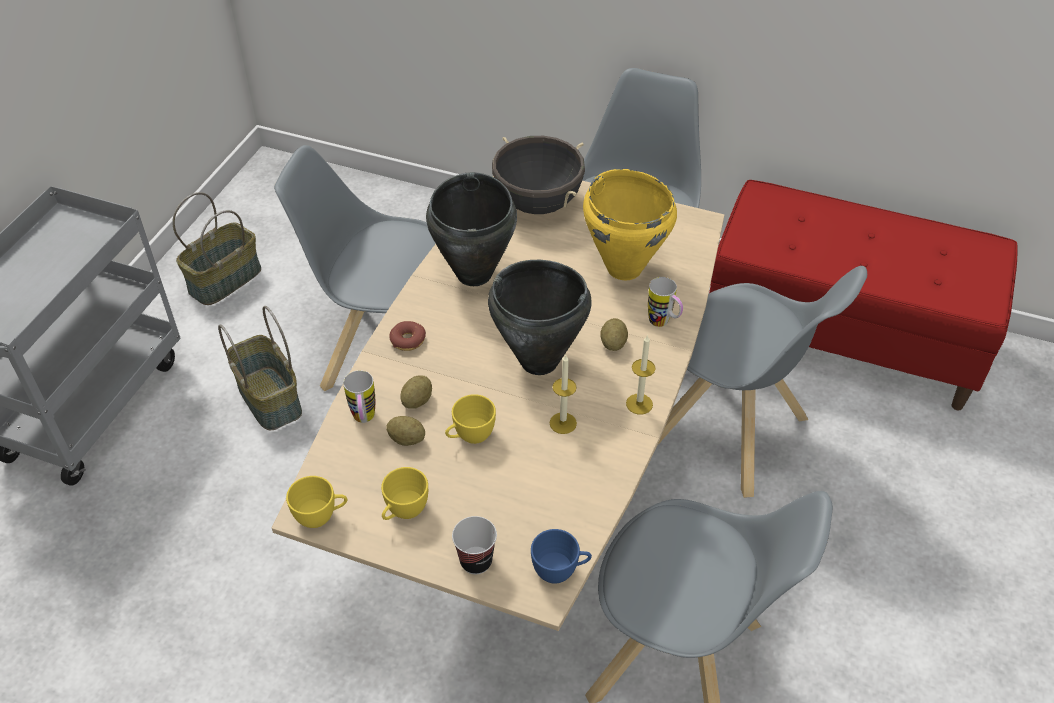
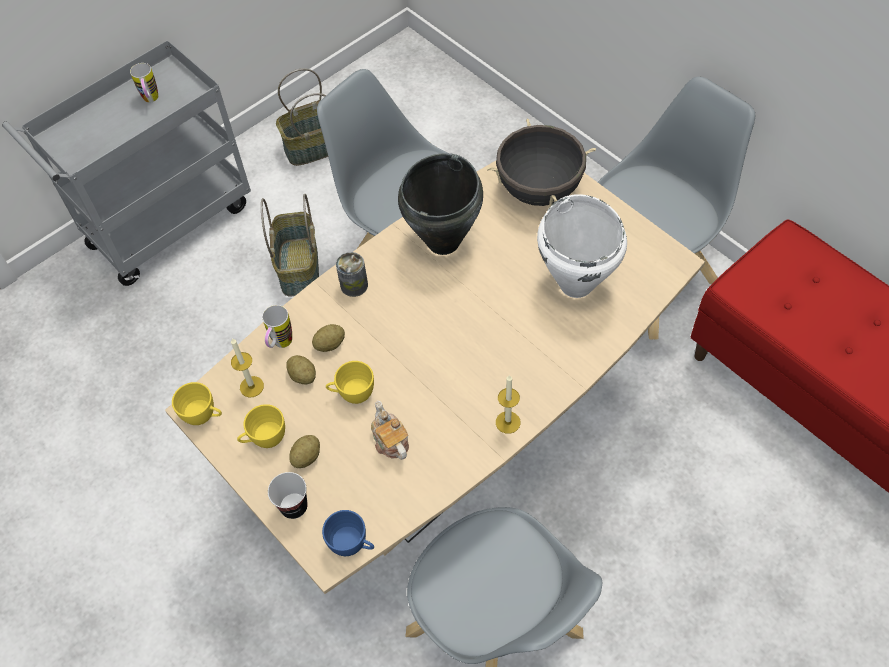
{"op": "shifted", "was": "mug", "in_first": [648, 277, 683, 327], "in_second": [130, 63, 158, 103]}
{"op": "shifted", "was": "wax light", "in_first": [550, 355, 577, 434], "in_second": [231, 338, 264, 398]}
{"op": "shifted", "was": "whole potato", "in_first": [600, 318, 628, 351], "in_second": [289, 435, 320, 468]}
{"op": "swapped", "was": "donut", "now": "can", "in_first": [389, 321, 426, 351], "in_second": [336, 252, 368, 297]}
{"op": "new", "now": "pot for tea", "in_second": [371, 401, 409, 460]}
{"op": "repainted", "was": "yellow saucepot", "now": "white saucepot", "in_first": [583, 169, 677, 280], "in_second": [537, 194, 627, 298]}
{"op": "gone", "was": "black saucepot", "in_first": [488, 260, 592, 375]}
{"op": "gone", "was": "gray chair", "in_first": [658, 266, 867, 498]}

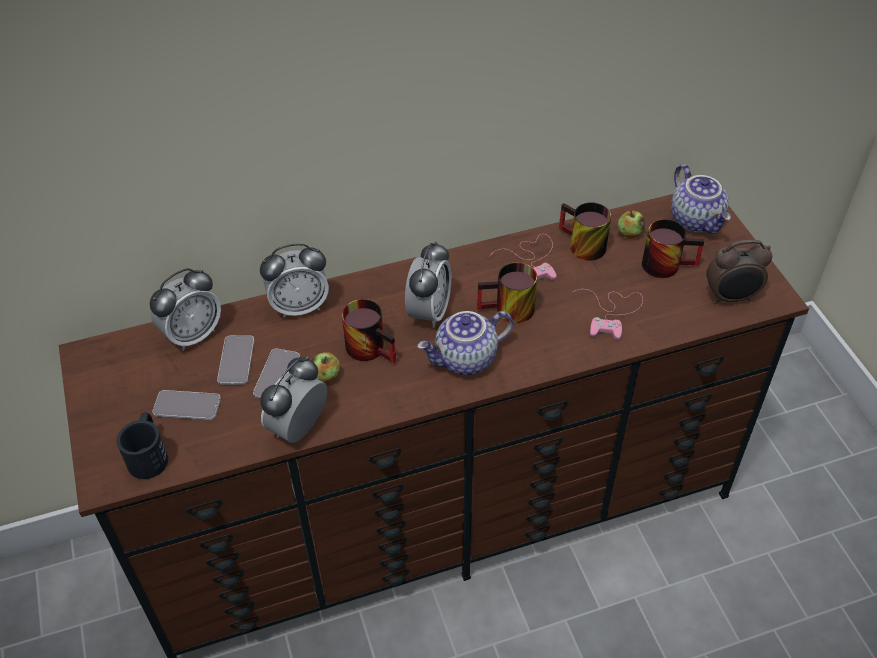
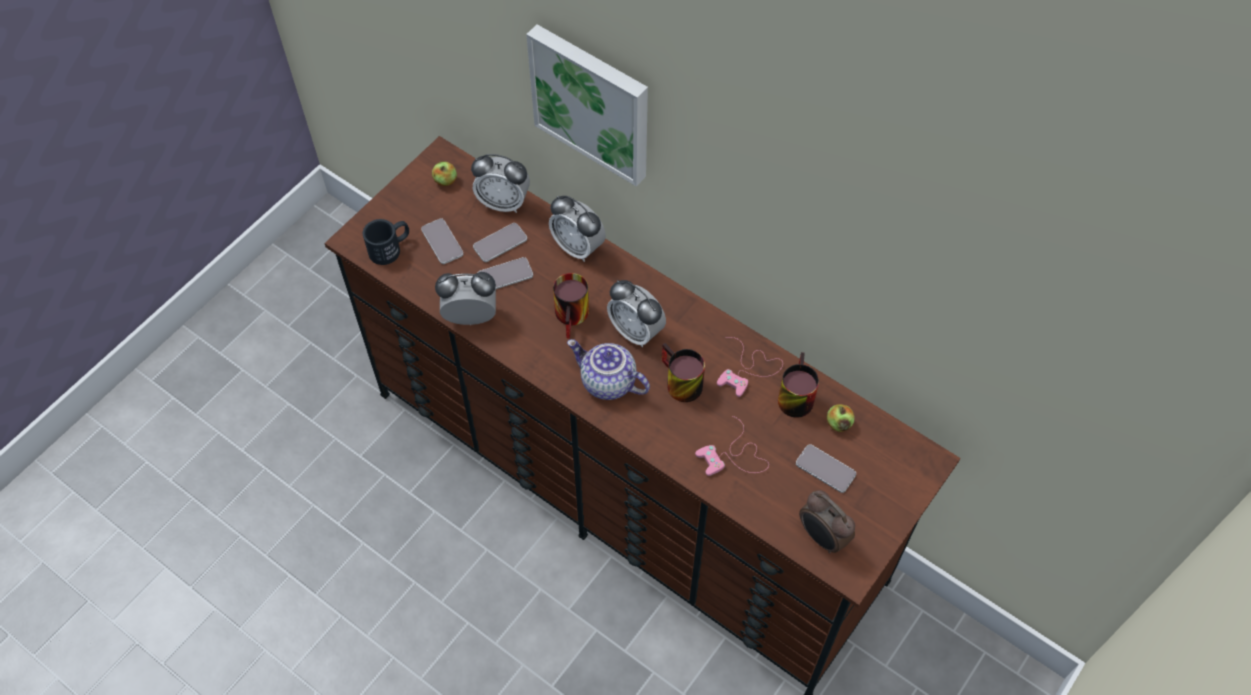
{"op": "shifted", "was": "whole apple", "in_first": [311, 352, 340, 383], "in_second": [432, 161, 457, 186]}
{"op": "new", "now": "picture", "in_second": [526, 24, 648, 186]}
{"op": "rotated", "was": "table clock", "in_first": [405, 241, 451, 328], "in_second": [607, 280, 666, 347], "clockwise": 60}
{"op": "swapped", "was": "mug", "now": "phone", "in_first": [642, 219, 704, 278], "in_second": [796, 444, 856, 493]}
{"op": "gone", "was": "pot for tea", "in_first": [671, 164, 731, 234]}

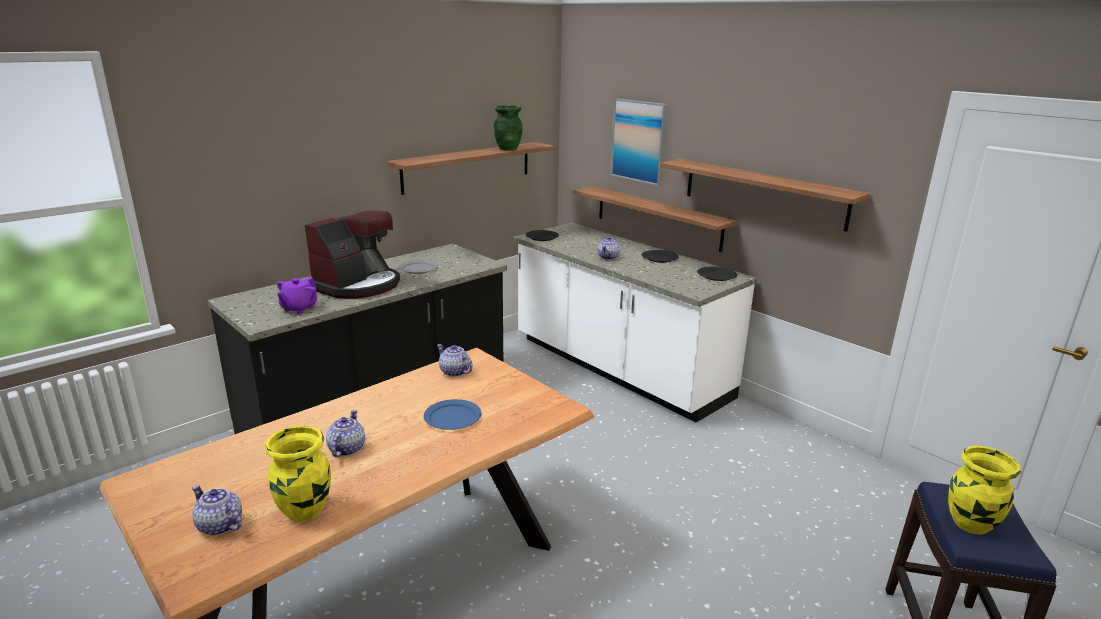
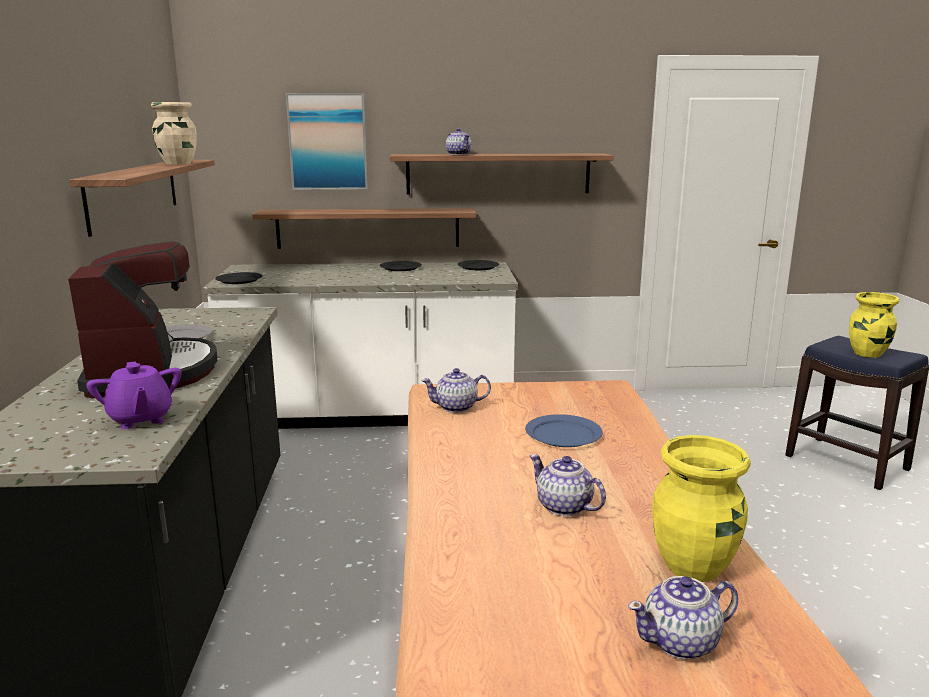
{"op": "repainted", "was": "green flower vase", "now": "beige flower vase", "in_first": [494, 105, 523, 151], "in_second": [151, 102, 197, 165]}
{"op": "shifted", "was": "pot for tea", "in_first": [598, 237, 620, 260], "in_second": [446, 128, 472, 155]}

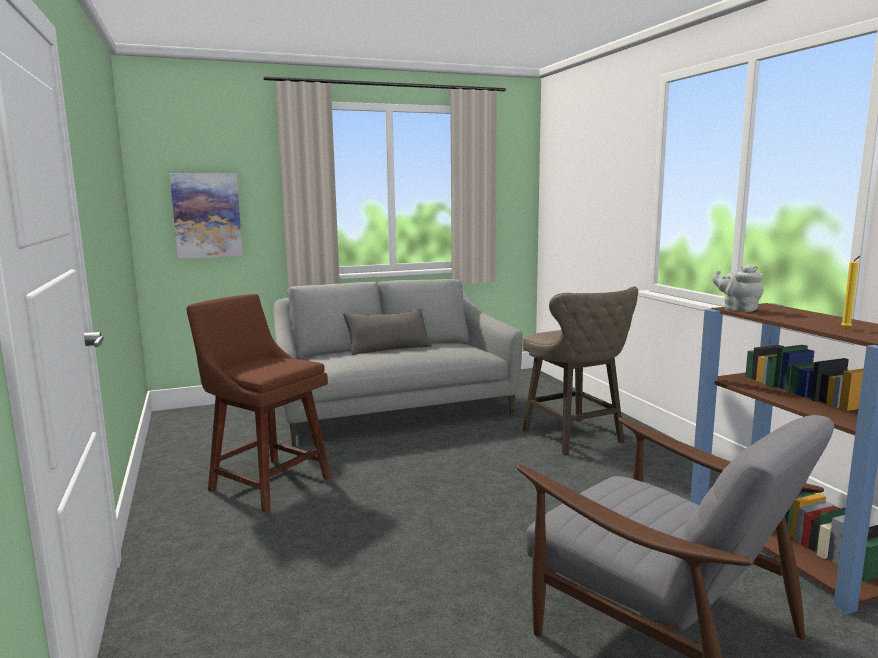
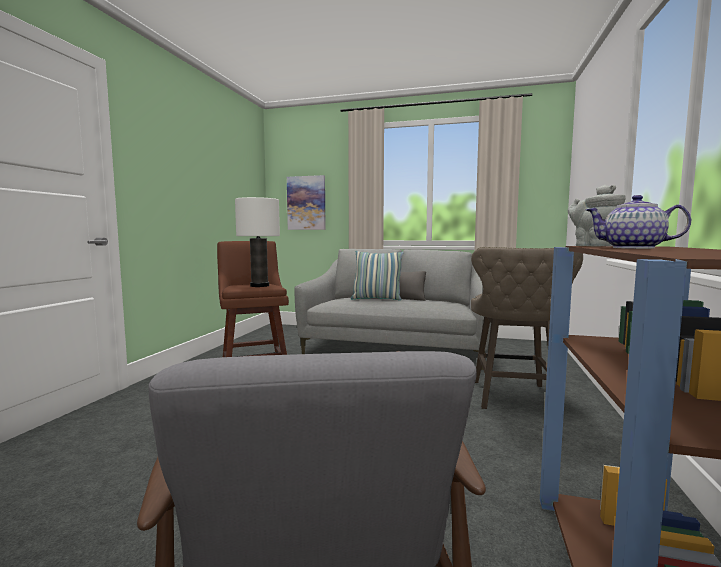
{"op": "new", "now": "white tabletop lamp", "in_second": [235, 197, 280, 287]}
{"op": "new", "now": "throw pillow", "in_second": [351, 251, 404, 300]}
{"op": "new", "now": "pot for tea", "in_second": [586, 195, 691, 249]}
{"op": "gone", "was": "yellow wax light", "in_first": [841, 255, 861, 329]}

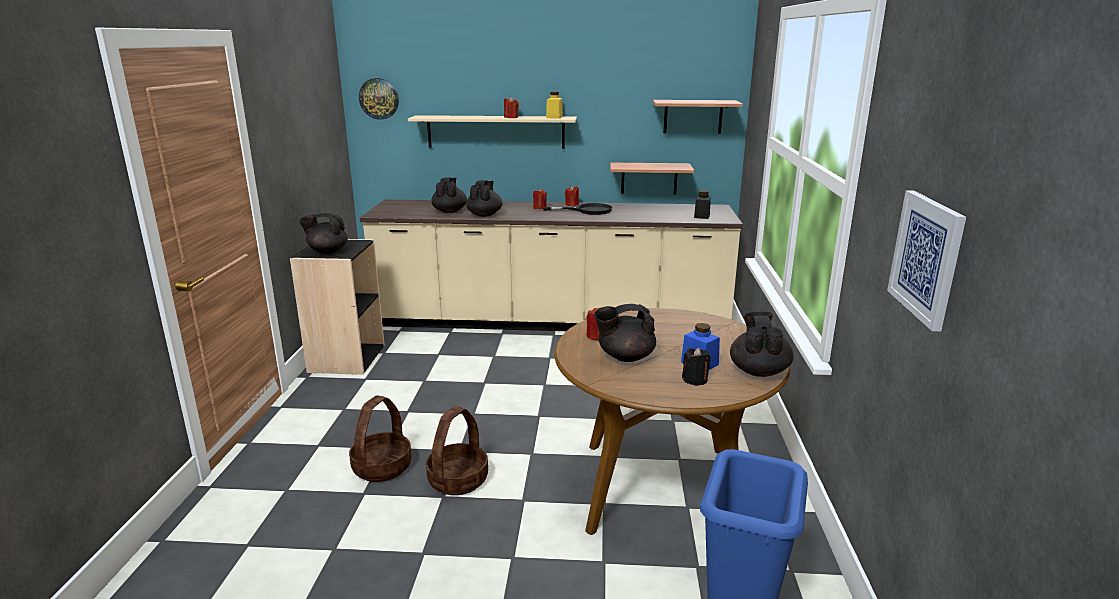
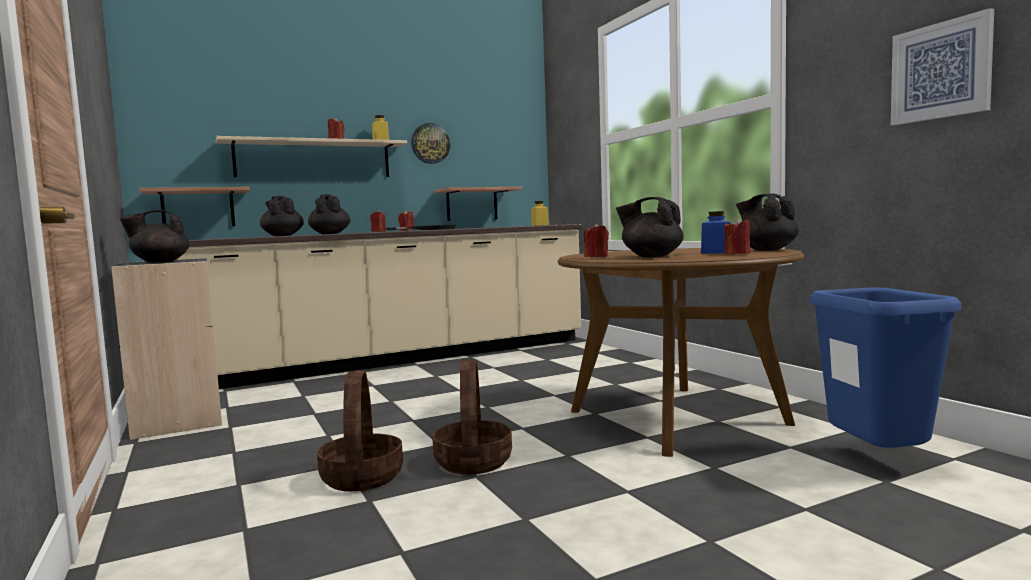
{"op": "shifted", "was": "wall shelf", "in_first": [653, 100, 743, 134], "in_second": [139, 187, 250, 226]}
{"op": "shifted", "was": "clock on the wall", "in_first": [359, 78, 399, 120], "in_second": [411, 123, 450, 164]}
{"op": "repainted", "was": "black jar", "now": "yellow jar", "in_first": [694, 191, 711, 219], "in_second": [531, 201, 549, 226]}
{"op": "rotated", "was": "black pot for tea", "in_first": [594, 304, 656, 362], "in_second": [616, 197, 684, 257], "clockwise": 75}
{"op": "repainted", "was": "black wax light", "now": "red wax light", "in_first": [682, 348, 711, 386], "in_second": [724, 218, 750, 254]}

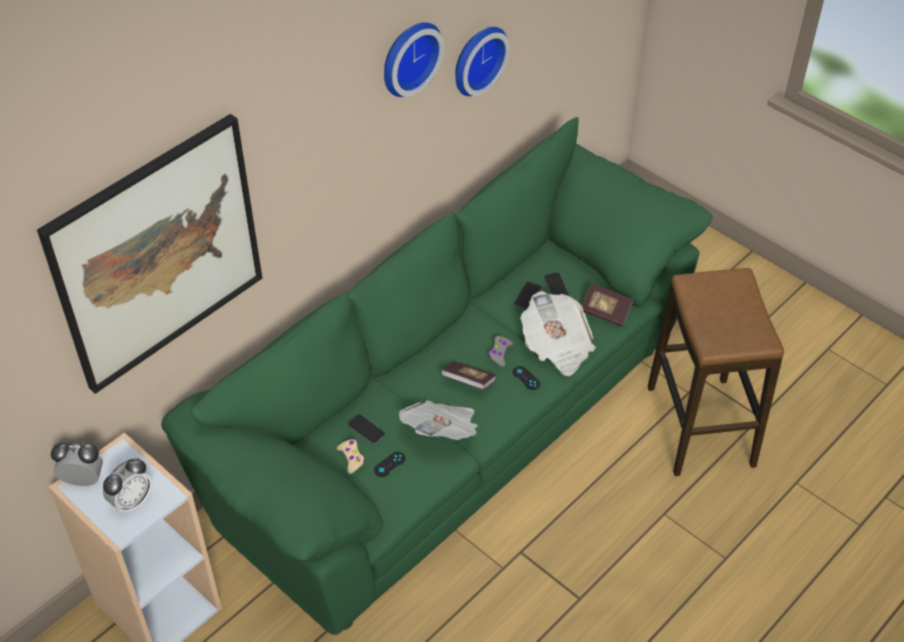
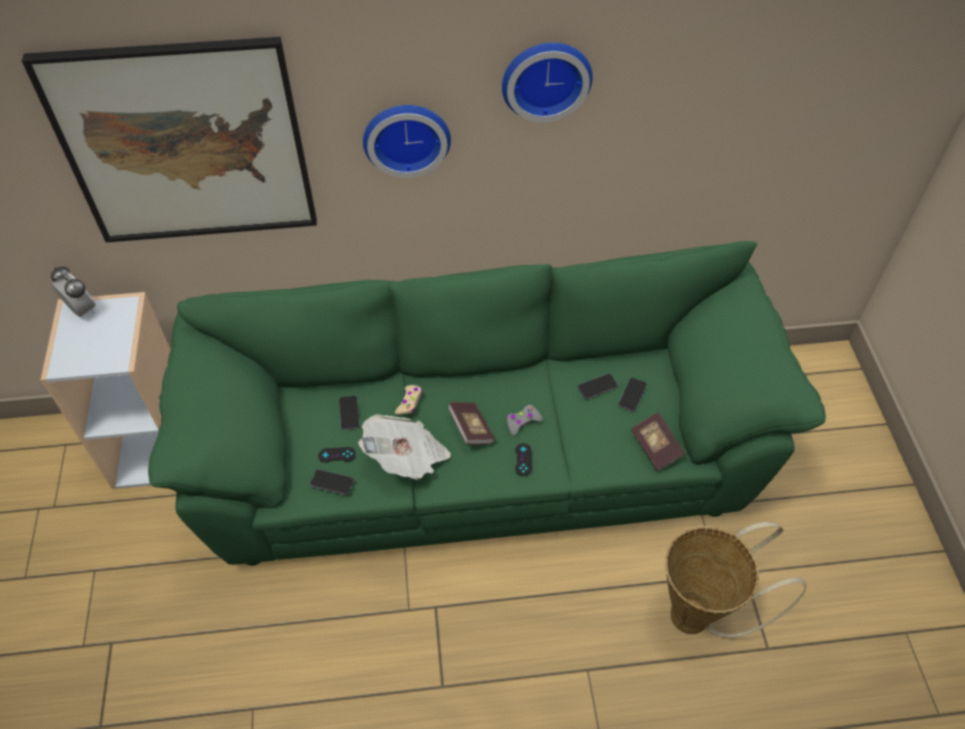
{"op": "new", "now": "phone", "in_second": [310, 469, 354, 495]}
{"op": "shifted", "was": "clock on the wall", "in_first": [455, 27, 510, 96], "in_second": [363, 105, 451, 178]}
{"op": "shifted", "was": "beige joypad", "in_first": [337, 439, 365, 474], "in_second": [395, 385, 422, 415]}
{"op": "swapped", "was": "stool", "now": "storage basket", "in_first": [648, 268, 784, 476], "in_second": [665, 522, 806, 638]}
{"op": "gone", "was": "table clock", "in_first": [103, 458, 153, 515]}
{"op": "gone", "was": "daily paper", "in_first": [520, 291, 596, 376]}

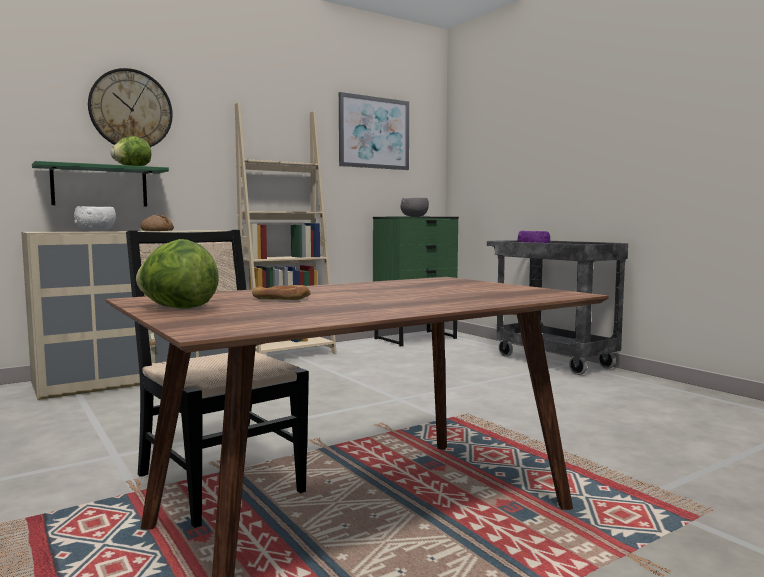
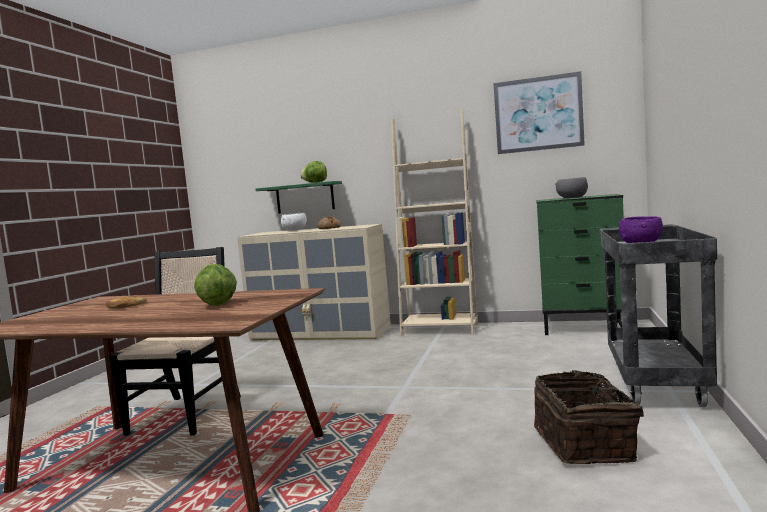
{"op": "shifted", "was": "lettuce", "in_first": [136, 239, 219, 309], "in_second": [194, 264, 237, 306]}
{"op": "new", "now": "storage basket", "in_second": [534, 370, 644, 464]}
{"op": "gone", "was": "clock on the wall", "in_first": [88, 68, 173, 147]}

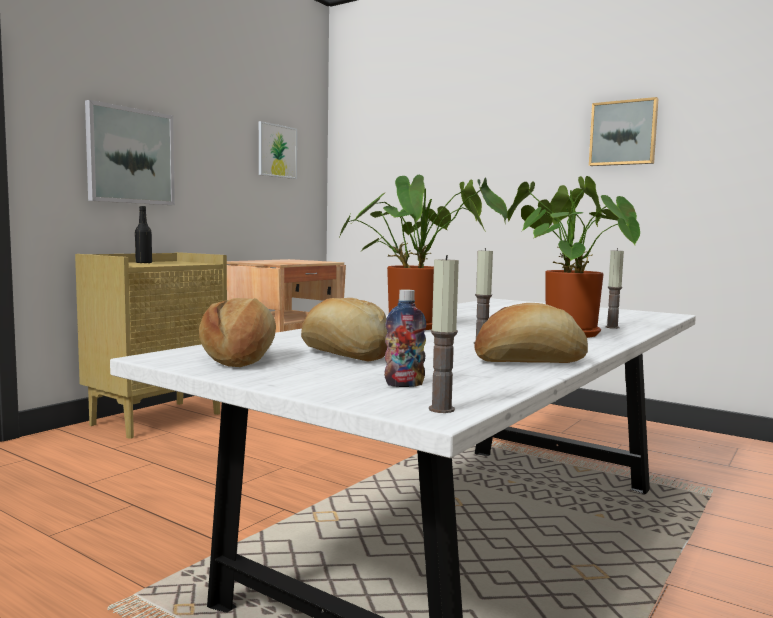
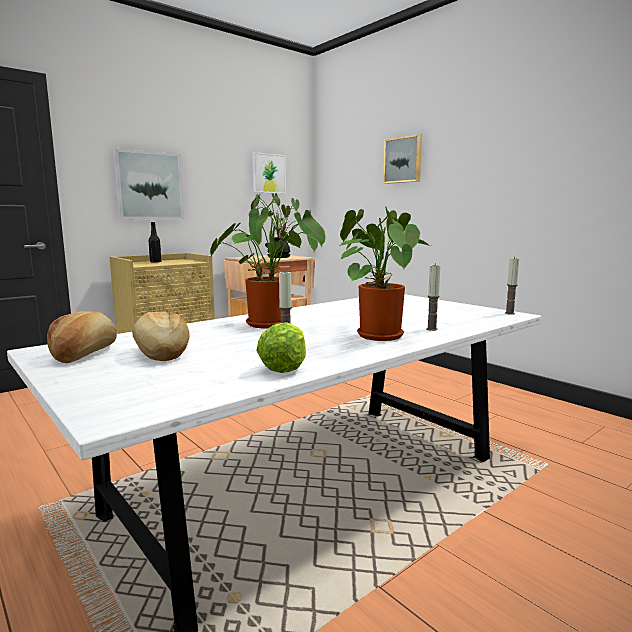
{"op": "new", "now": "plant in a pot", "in_second": [251, 193, 300, 258]}
{"op": "swapped", "was": "bread", "now": "lettuce", "in_first": [474, 303, 588, 363], "in_second": [257, 322, 306, 373]}
{"op": "shifted", "was": "picture", "in_first": [589, 97, 658, 166], "in_second": [383, 134, 422, 184]}
{"op": "shifted", "was": "wax light", "in_first": [429, 255, 459, 413], "in_second": [505, 257, 519, 315]}
{"op": "gone", "was": "beverage bottle", "in_first": [384, 289, 426, 387]}

